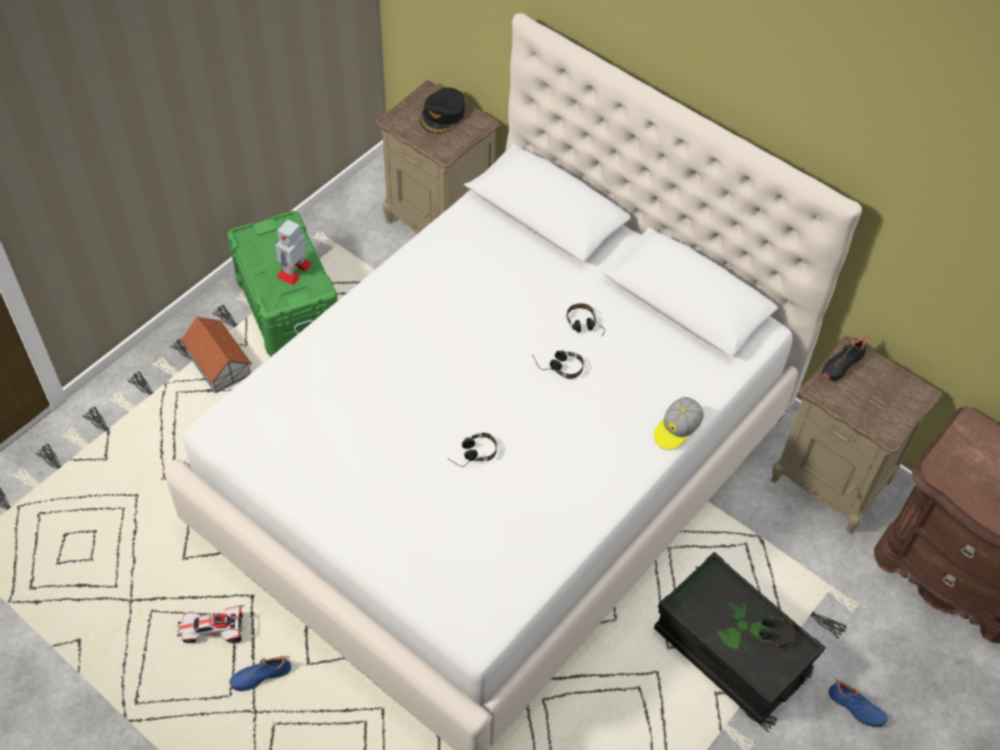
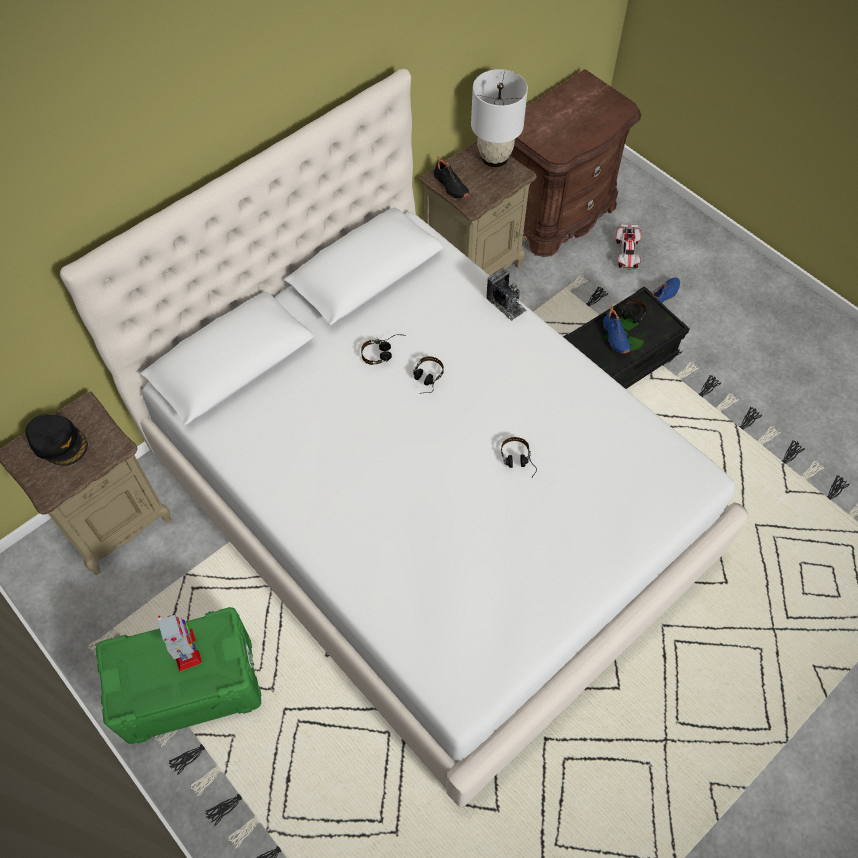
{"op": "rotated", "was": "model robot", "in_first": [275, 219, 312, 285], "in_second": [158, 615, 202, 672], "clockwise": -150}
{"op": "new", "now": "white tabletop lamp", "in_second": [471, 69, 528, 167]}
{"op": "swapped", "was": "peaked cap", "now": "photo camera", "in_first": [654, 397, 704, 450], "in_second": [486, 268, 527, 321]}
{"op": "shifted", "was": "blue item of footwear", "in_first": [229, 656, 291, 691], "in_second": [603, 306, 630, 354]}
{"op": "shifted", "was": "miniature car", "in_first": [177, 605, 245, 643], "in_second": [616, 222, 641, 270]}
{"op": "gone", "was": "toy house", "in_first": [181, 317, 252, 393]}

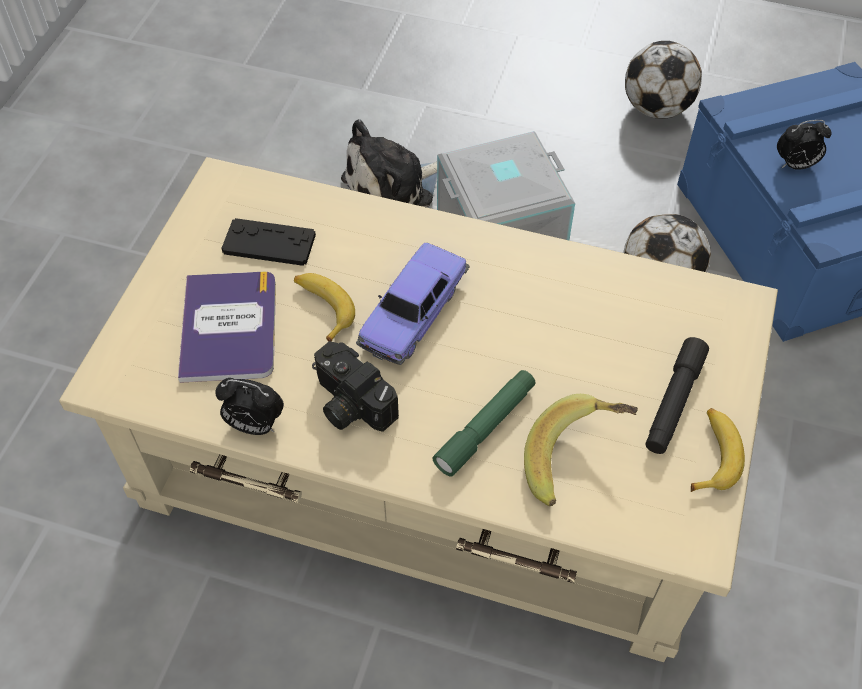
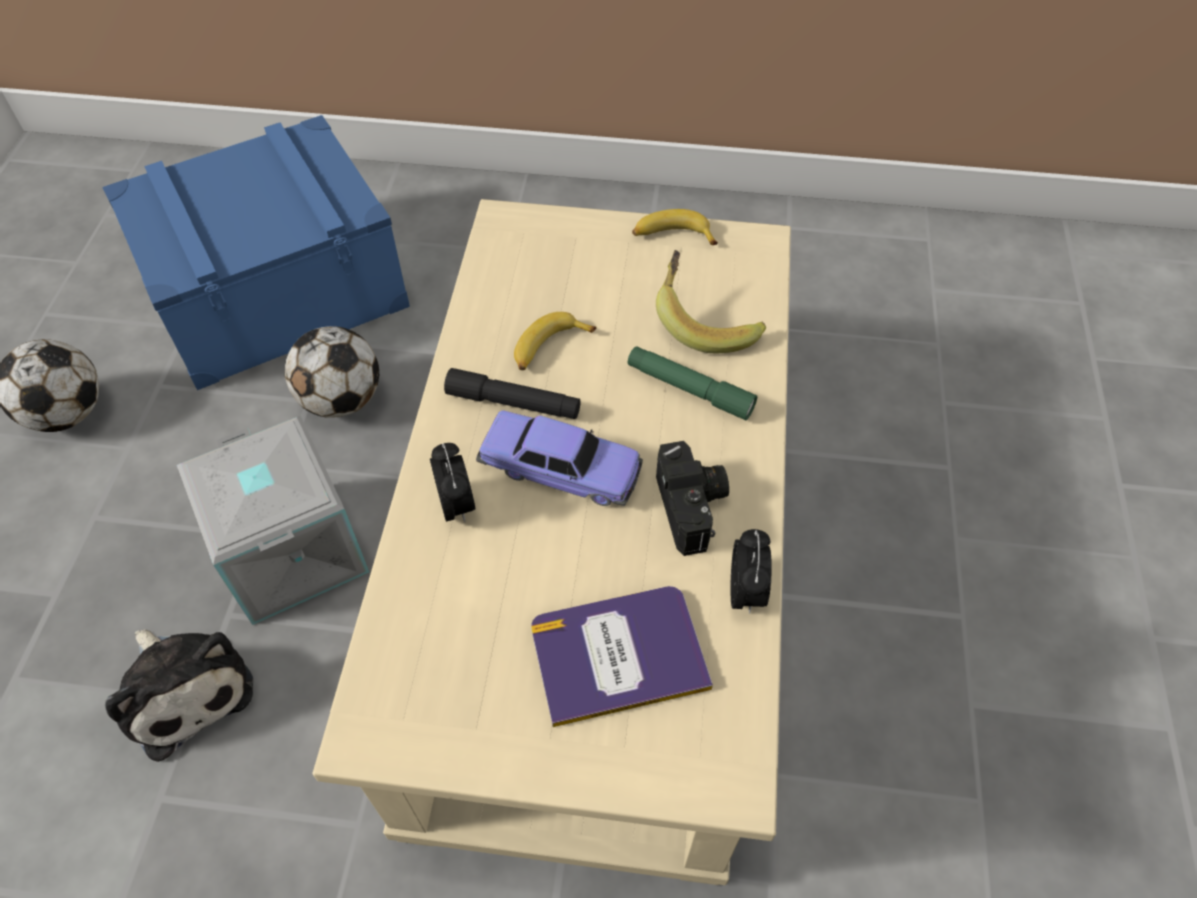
{"op": "shifted", "was": "table clock", "in_first": [777, 120, 832, 170], "in_second": [430, 443, 475, 522]}
{"op": "shifted", "was": "black hand torch", "in_first": [645, 337, 709, 454], "in_second": [444, 368, 581, 419]}
{"op": "shifted", "was": "banana", "in_first": [294, 273, 355, 342], "in_second": [514, 312, 596, 370]}
{"op": "rotated", "was": "photo camera", "in_first": [312, 341, 399, 432], "in_second": [656, 441, 729, 556], "clockwise": -45}
{"op": "gone", "was": "black joypad", "in_first": [221, 218, 316, 266]}

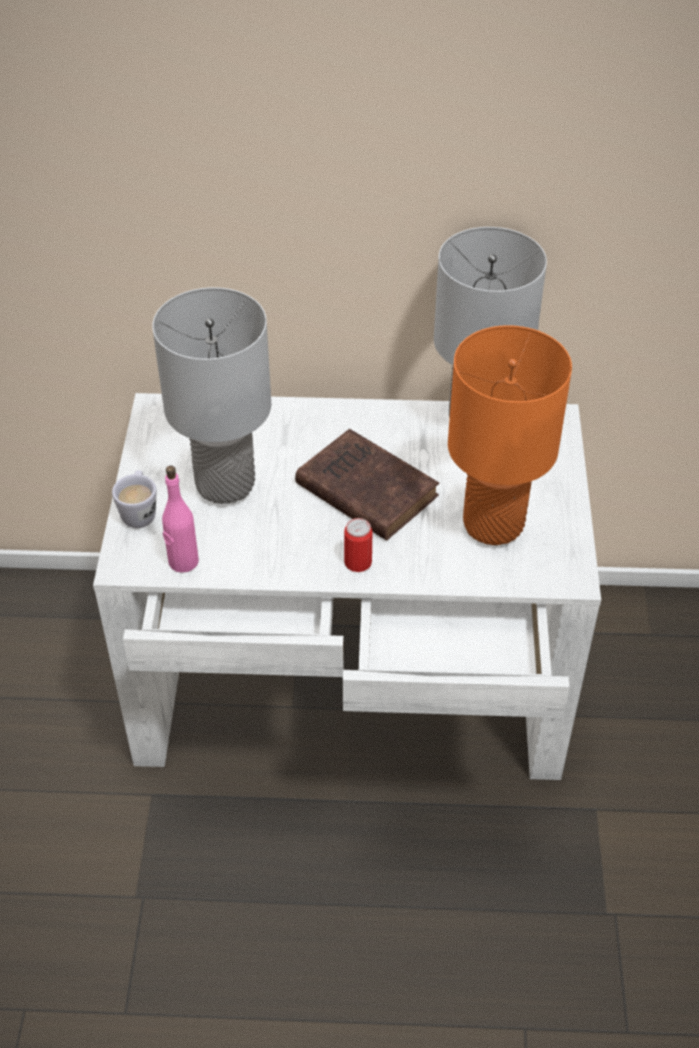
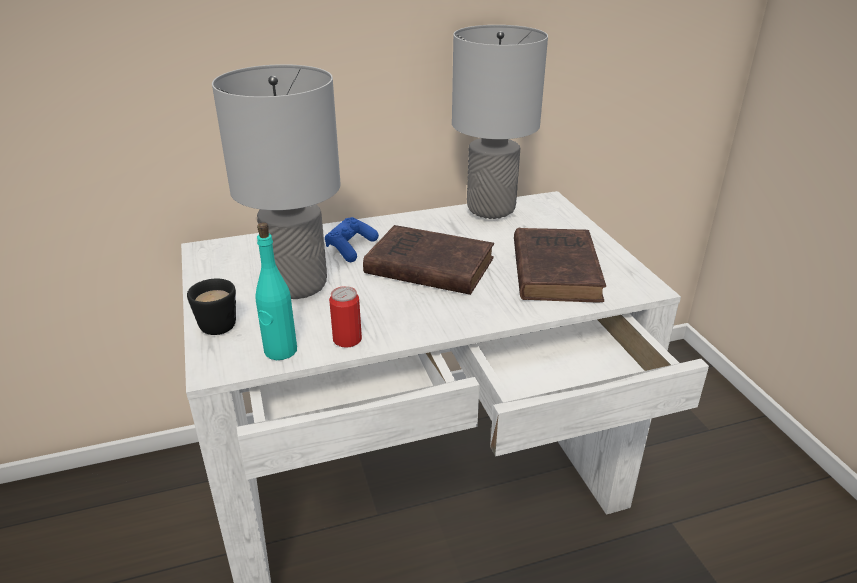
{"op": "repainted", "was": "white mug", "now": "black mug", "in_first": [112, 470, 157, 528], "in_second": [187, 279, 236, 335]}
{"op": "repainted", "was": "pinkish beverage bottle", "now": "turquoise-coloured beverage bottle", "in_first": [162, 466, 199, 573], "in_second": [255, 222, 297, 360]}
{"op": "new", "now": "blue joypad", "in_second": [325, 217, 379, 262]}
{"op": "shifted", "was": "can", "in_first": [344, 518, 372, 572], "in_second": [329, 286, 362, 348]}
{"op": "swapped", "was": "orange tabletop lamp", "now": "brown-coloured volume", "in_first": [448, 325, 572, 545], "in_second": [514, 228, 606, 302]}

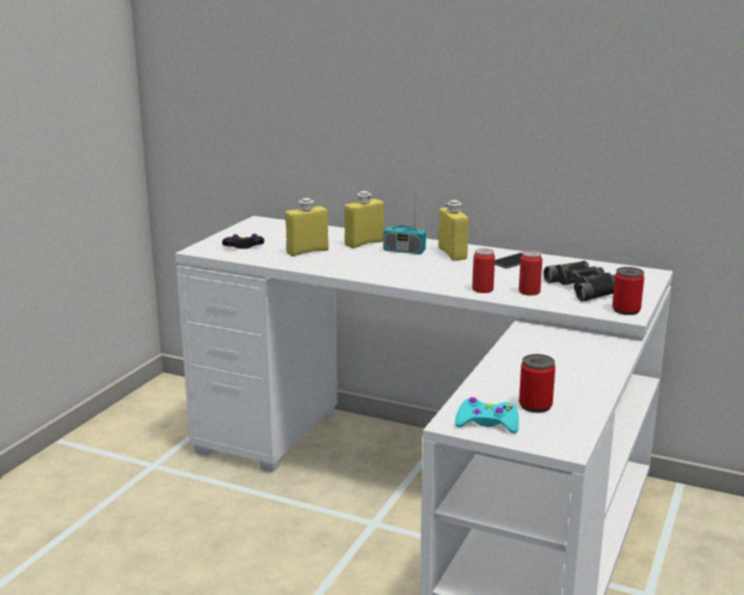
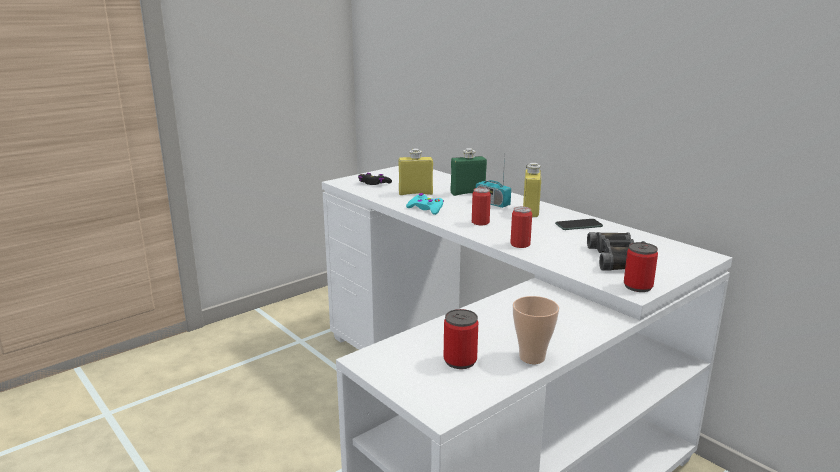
{"op": "shifted", "was": "turquoise-coloured joypad", "in_first": [455, 397, 519, 433], "in_second": [406, 193, 444, 215]}
{"op": "repainted", "was": "yellow beverage bottle", "now": "green beverage bottle", "in_first": [344, 191, 384, 248], "in_second": [451, 148, 487, 196]}
{"op": "shifted", "was": "can", "in_first": [519, 251, 542, 296], "in_second": [472, 187, 491, 225]}
{"op": "new", "now": "small cup", "in_second": [513, 296, 559, 364]}

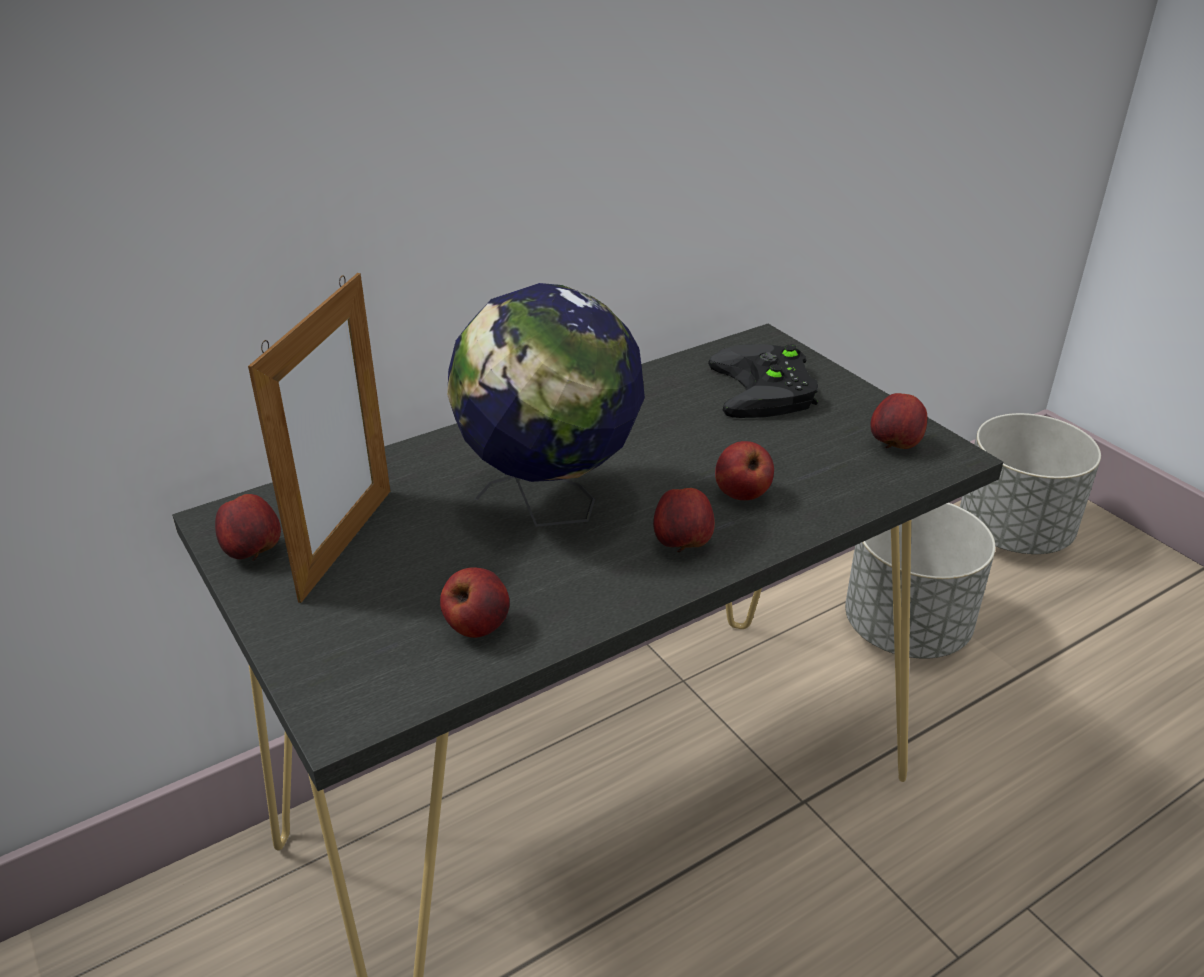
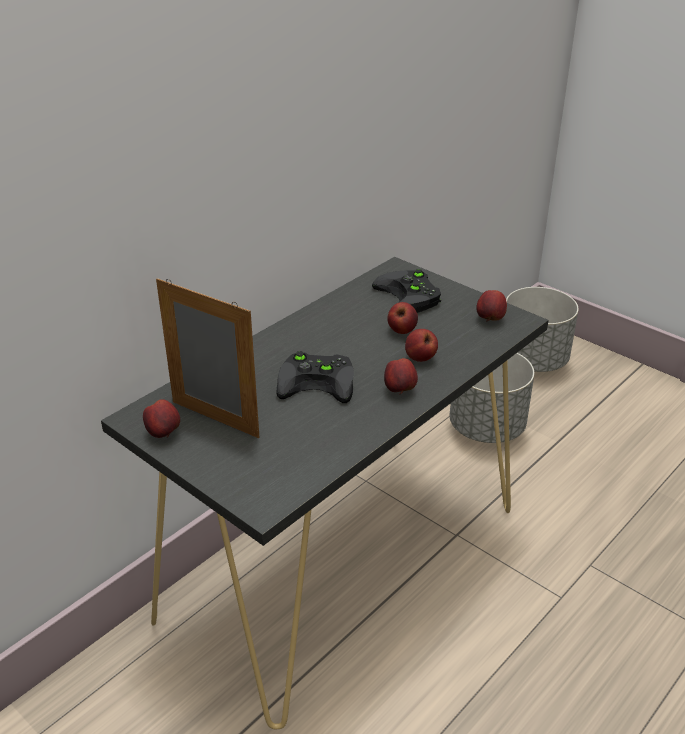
{"op": "rotated", "was": "photo frame", "in_first": [248, 273, 390, 603], "in_second": [156, 278, 259, 438], "clockwise": -60}
{"op": "swapped", "was": "world globe", "now": "black joypad", "in_first": [447, 283, 645, 527], "in_second": [276, 351, 354, 403]}
{"op": "shifted", "was": "whole apple", "in_first": [440, 568, 509, 638], "in_second": [387, 302, 418, 334]}

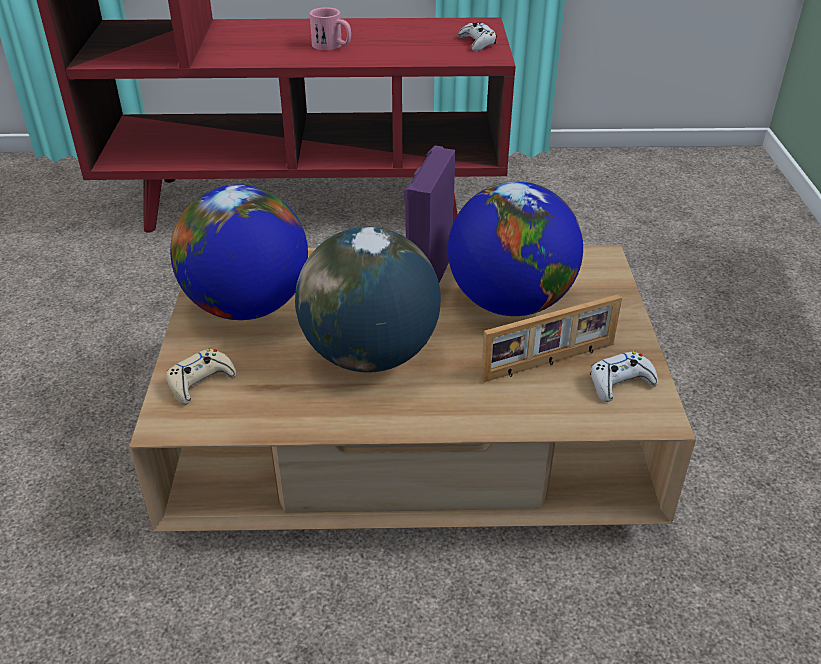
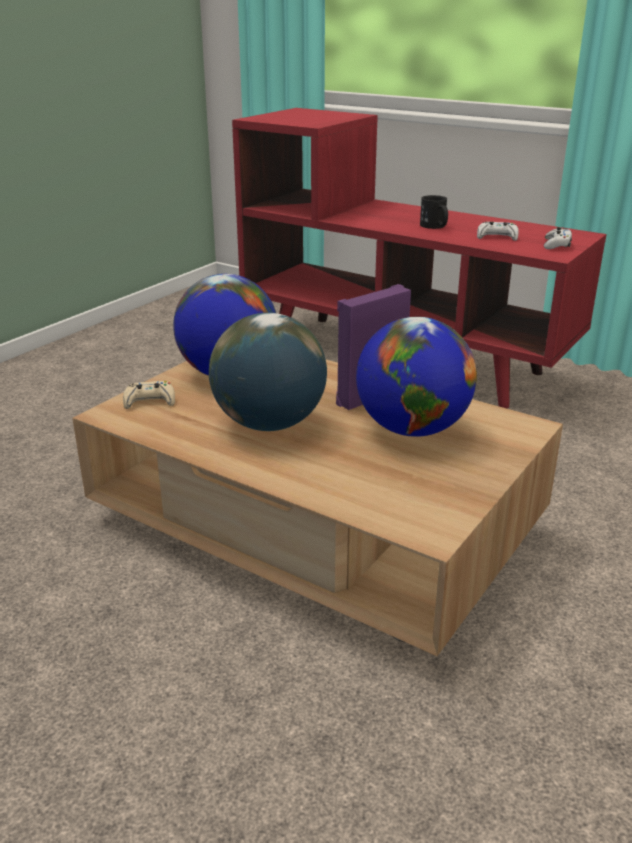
{"op": "repainted", "was": "pinkish mug", "now": "black mug", "in_first": [310, 7, 351, 50], "in_second": [420, 195, 448, 229]}
{"op": "shifted", "was": "white joypad", "in_first": [590, 352, 658, 402], "in_second": [477, 222, 519, 241]}
{"op": "gone", "was": "photo frame", "in_first": [481, 294, 622, 382]}

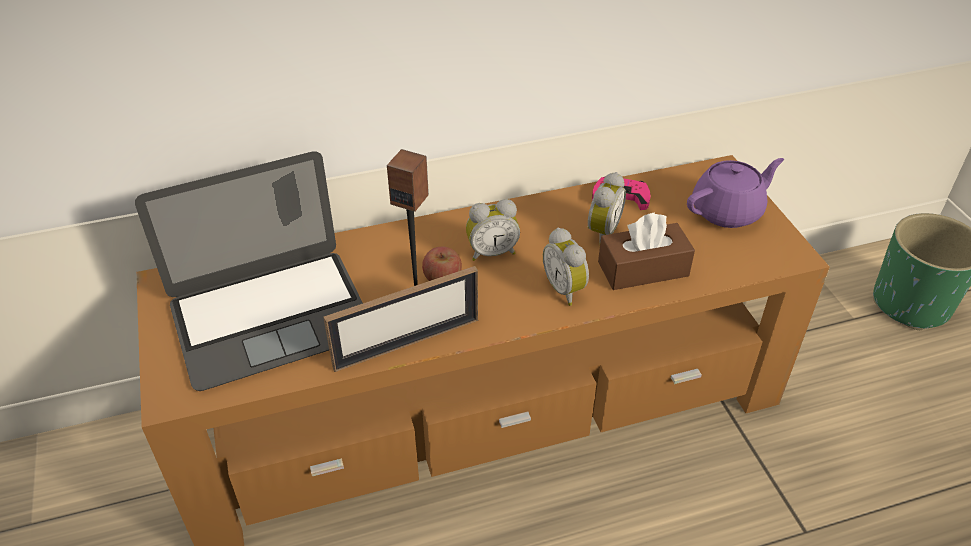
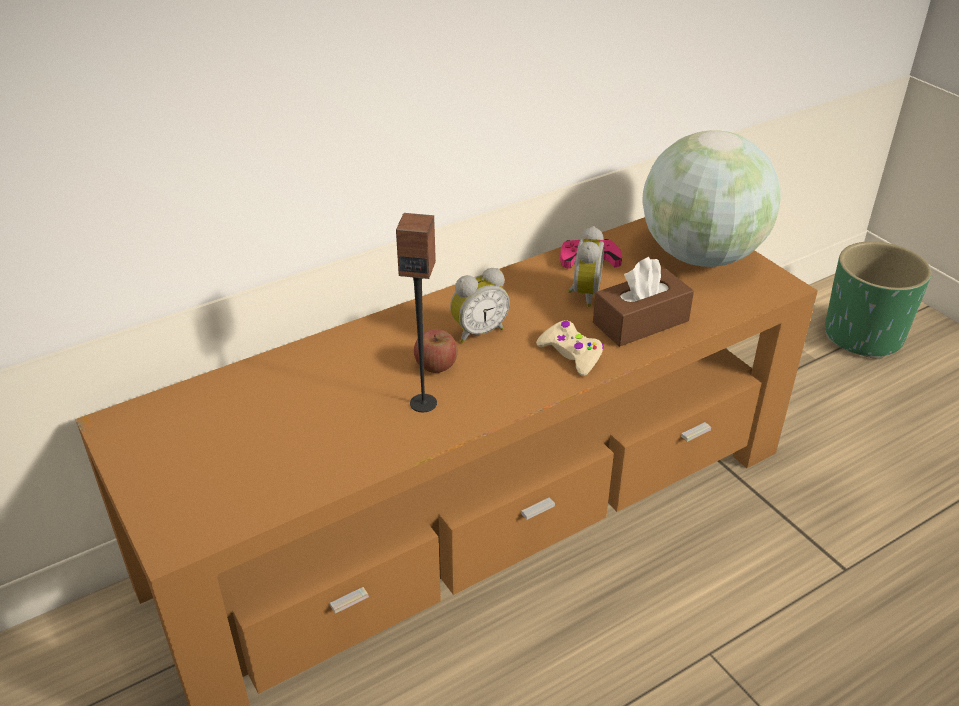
{"op": "swapped", "was": "table clock", "now": "beige joypad", "in_first": [543, 228, 589, 306], "in_second": [536, 320, 604, 376]}
{"op": "swapped", "was": "purplish pot for tea", "now": "world globe", "in_first": [687, 158, 784, 228], "in_second": [643, 130, 781, 267]}
{"op": "gone", "was": "notebook computer", "in_first": [135, 151, 363, 391]}
{"op": "gone", "was": "photo frame", "in_first": [323, 266, 478, 372]}

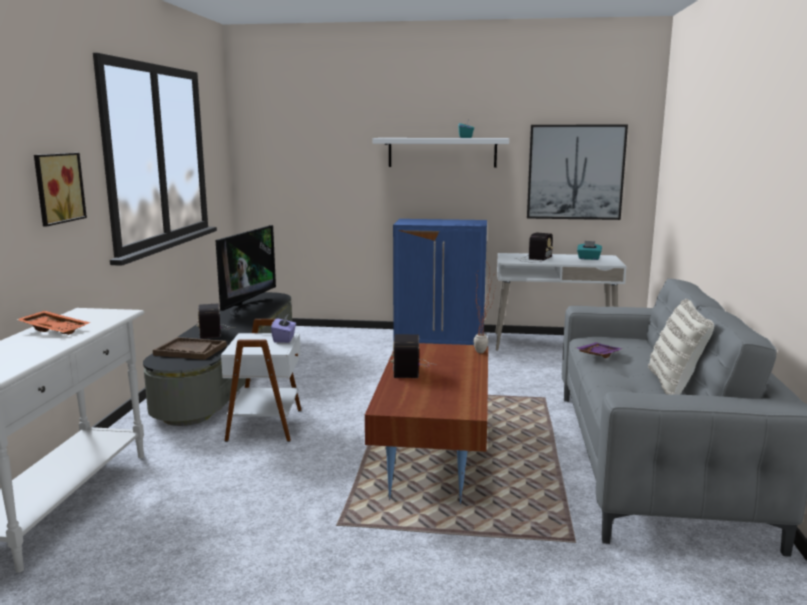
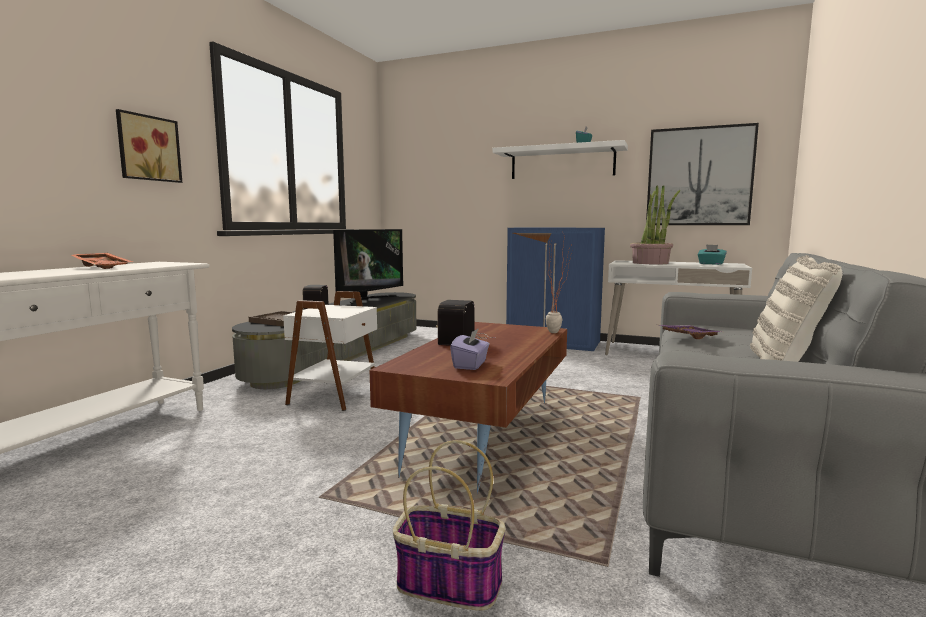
{"op": "new", "now": "storage basket", "in_second": [393, 440, 505, 610]}
{"op": "shifted", "was": "purplish tissue box", "in_first": [271, 315, 296, 343], "in_second": [450, 328, 490, 370]}
{"op": "swapped", "was": "radio receiver", "now": "plant in a pot", "in_first": [515, 232, 554, 263], "in_second": [630, 185, 680, 264]}

